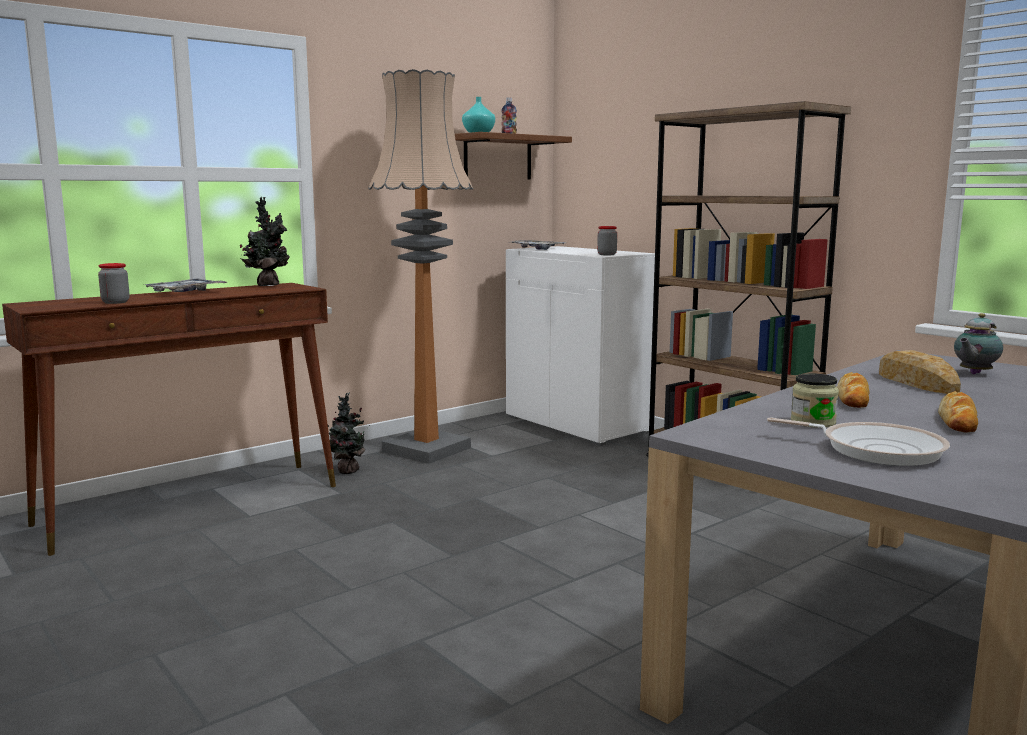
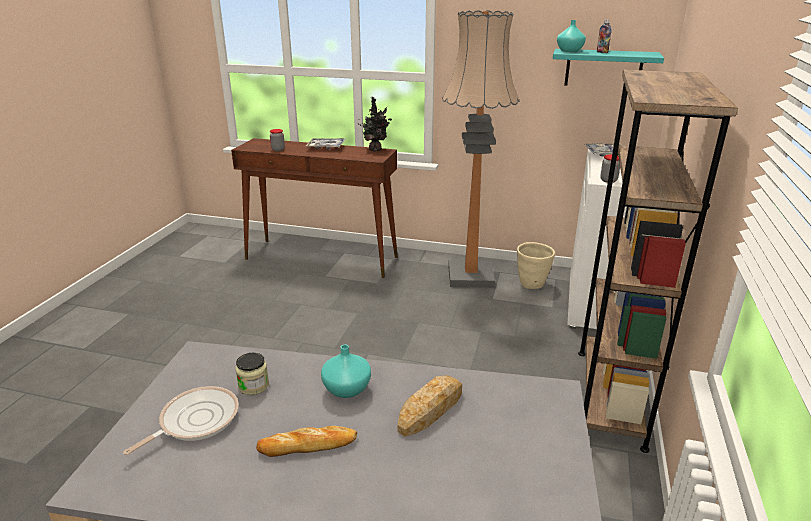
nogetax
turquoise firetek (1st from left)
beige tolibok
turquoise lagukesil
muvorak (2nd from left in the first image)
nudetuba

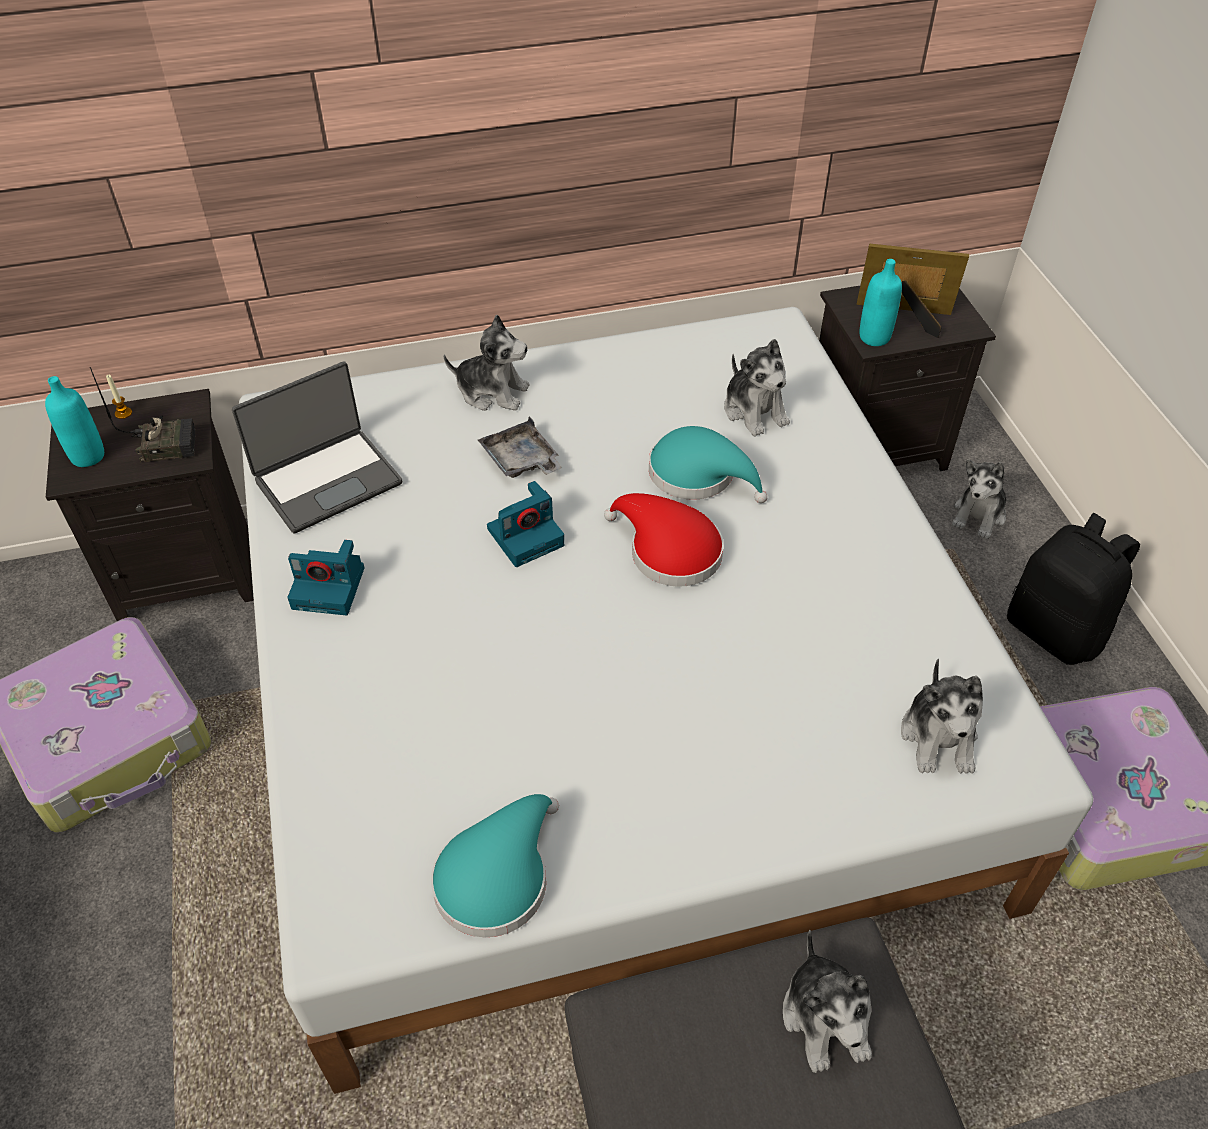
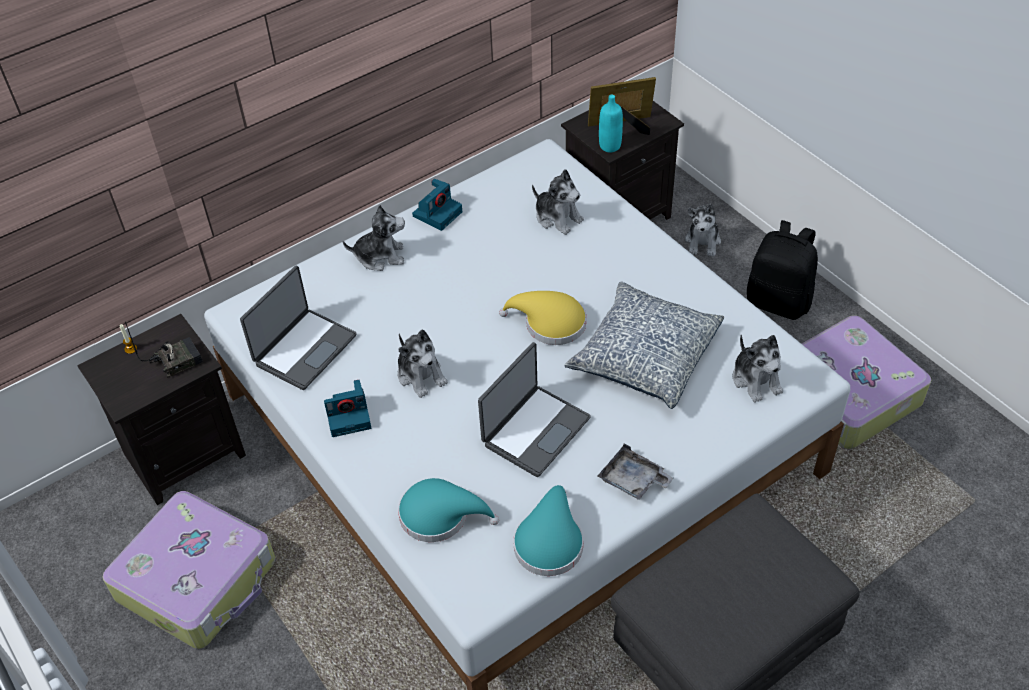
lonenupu (2nd from left)
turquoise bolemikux (1st from left)
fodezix (2nd from left)
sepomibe (2nd from left)
yellow bolemikux
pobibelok
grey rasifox
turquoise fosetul (1st from left in the first image)

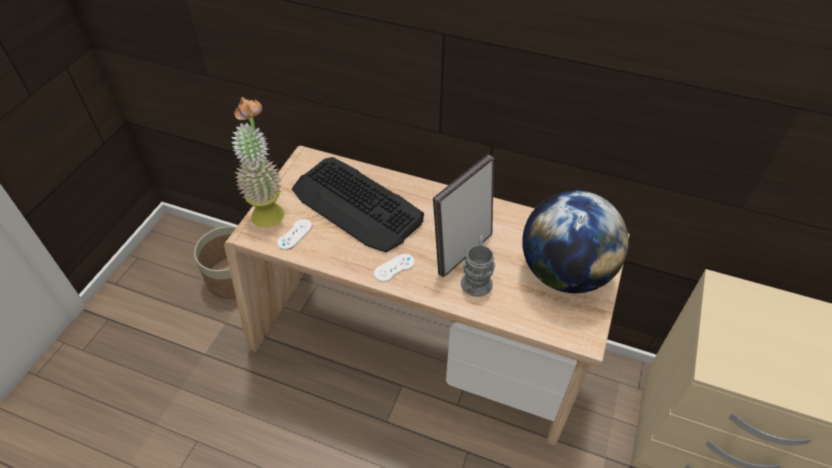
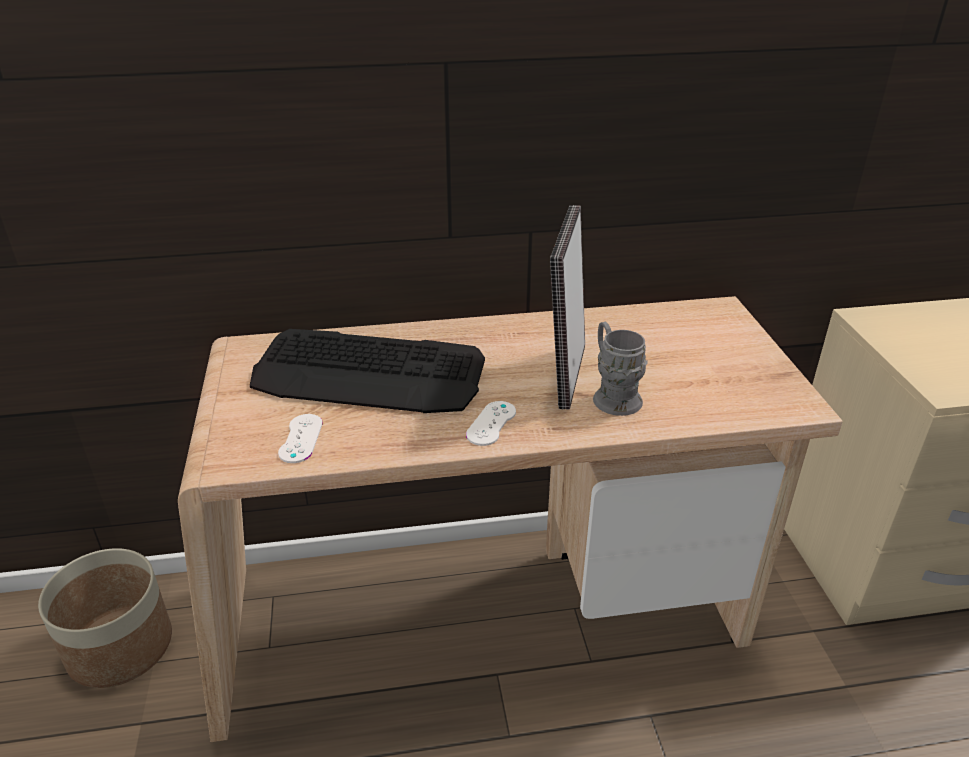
muvorak
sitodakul

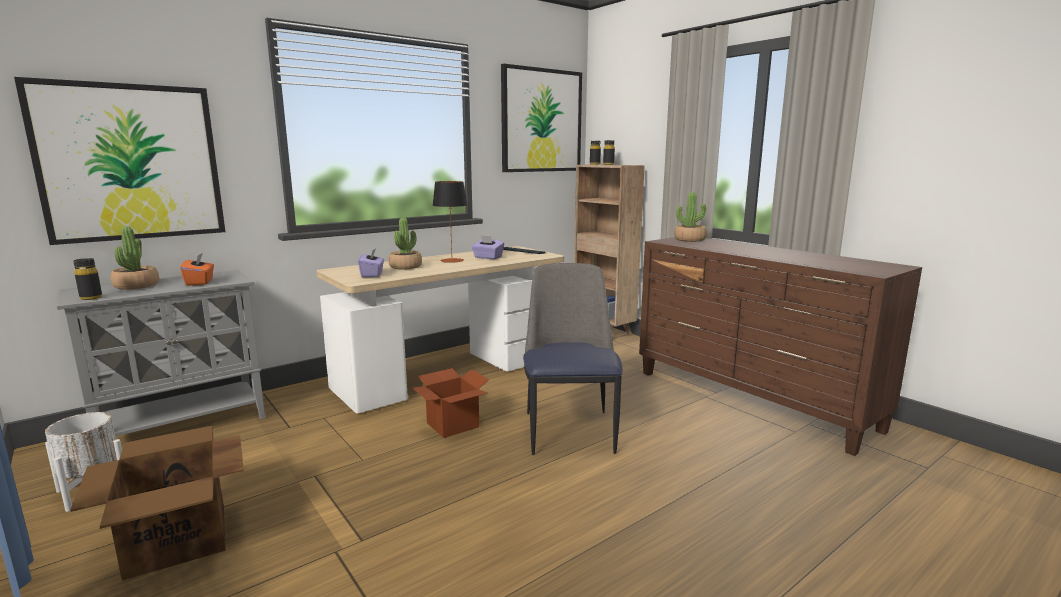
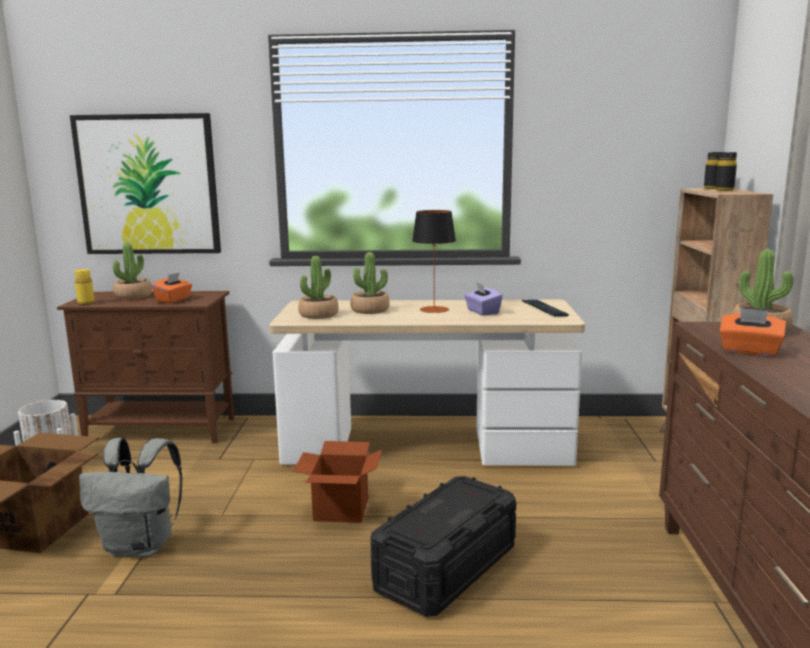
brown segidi
yellow fosetul
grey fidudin
muvorak (2nd from left)
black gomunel
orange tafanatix (2nd from left)
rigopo (2nd from left in the first image)

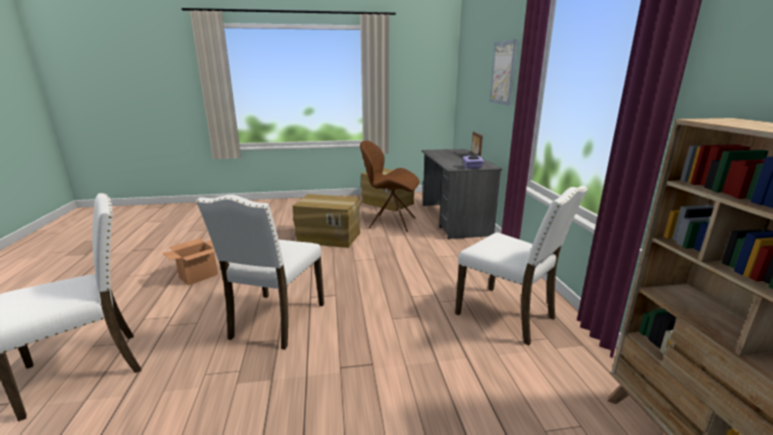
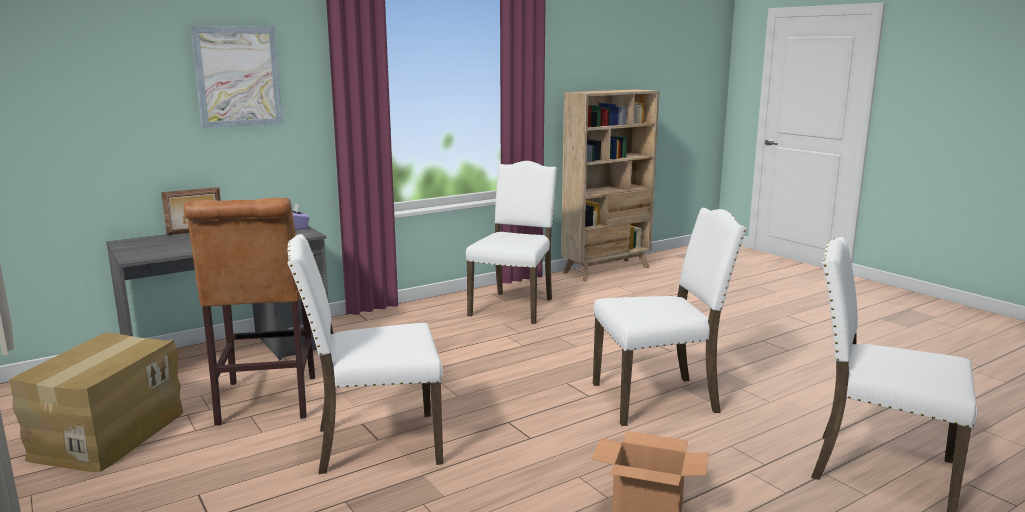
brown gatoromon
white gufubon (1st from left)

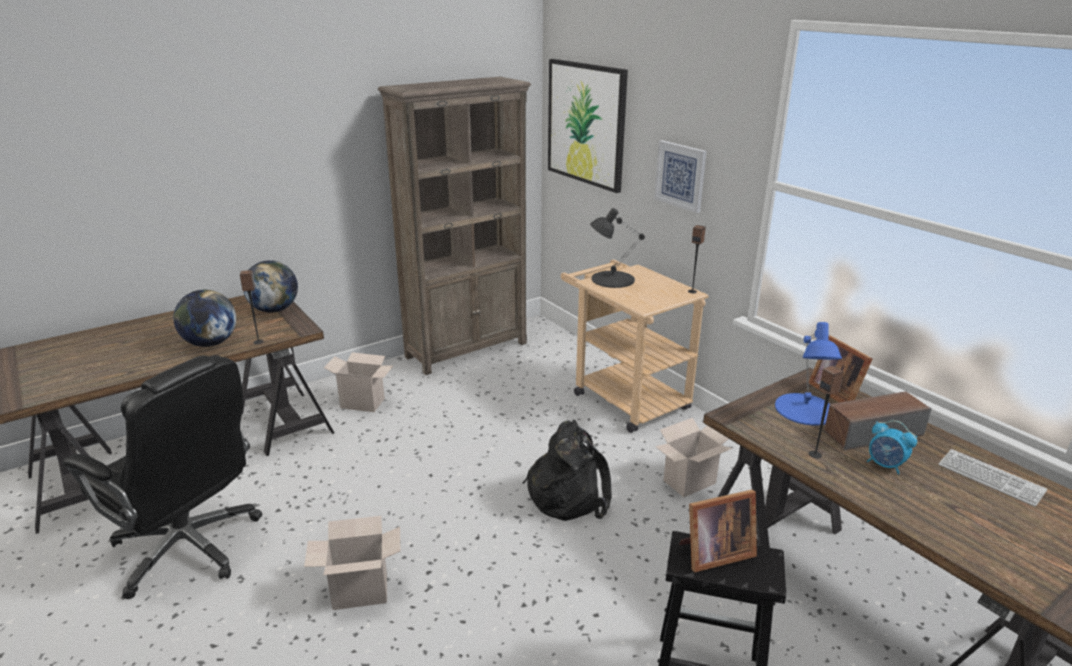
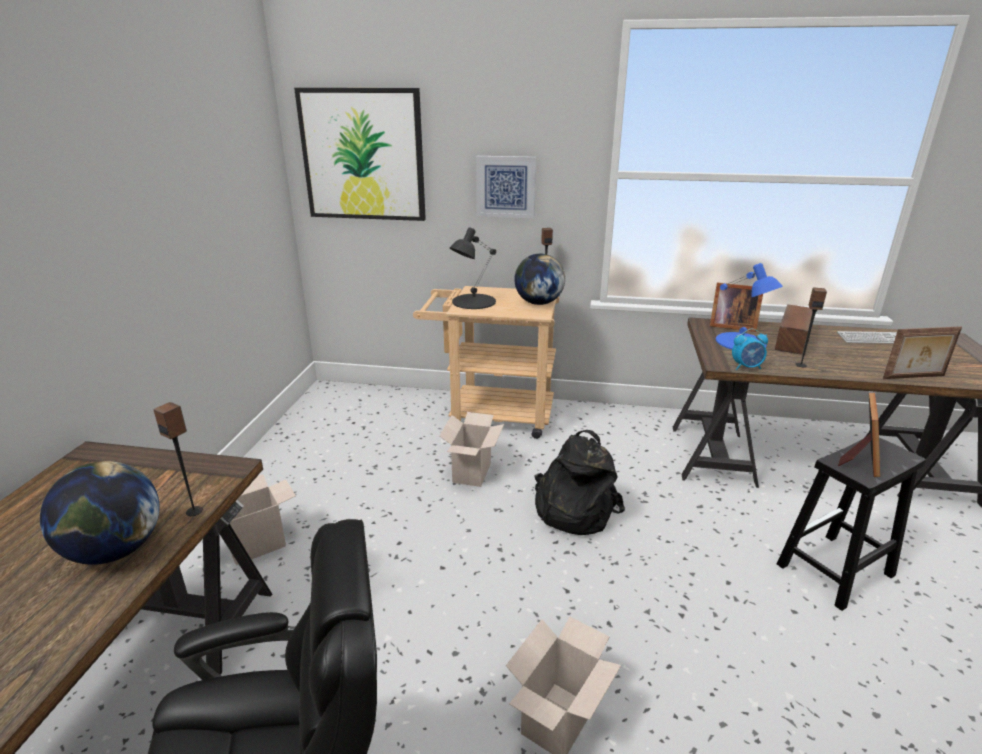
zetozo (2nd from left)
sitodakul (2nd from left)
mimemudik
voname (3rd from left)
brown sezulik

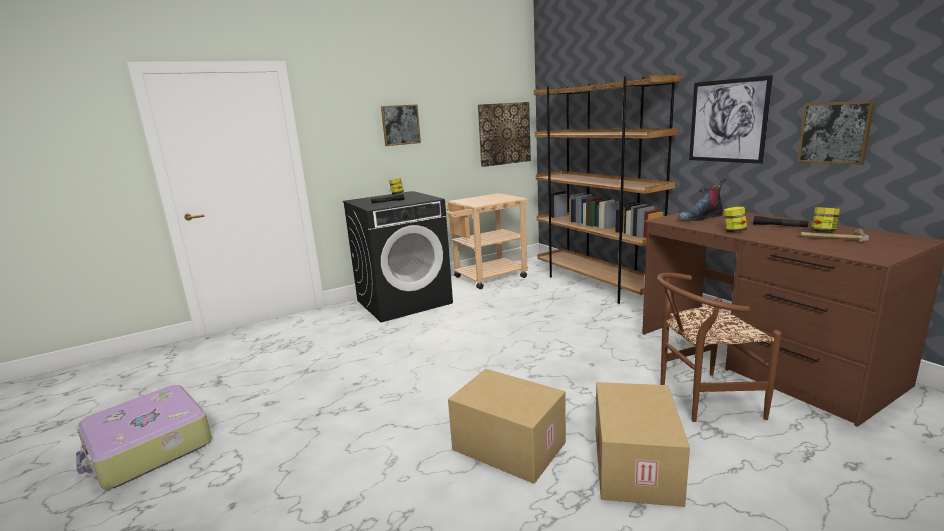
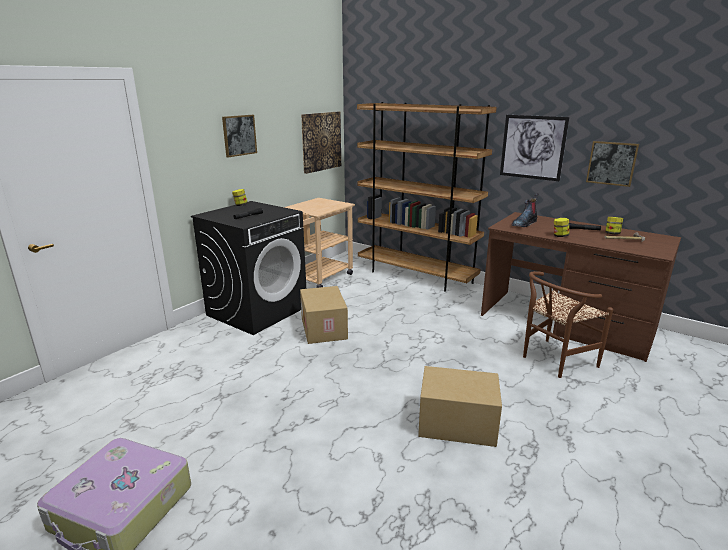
zetozo (1st from left)

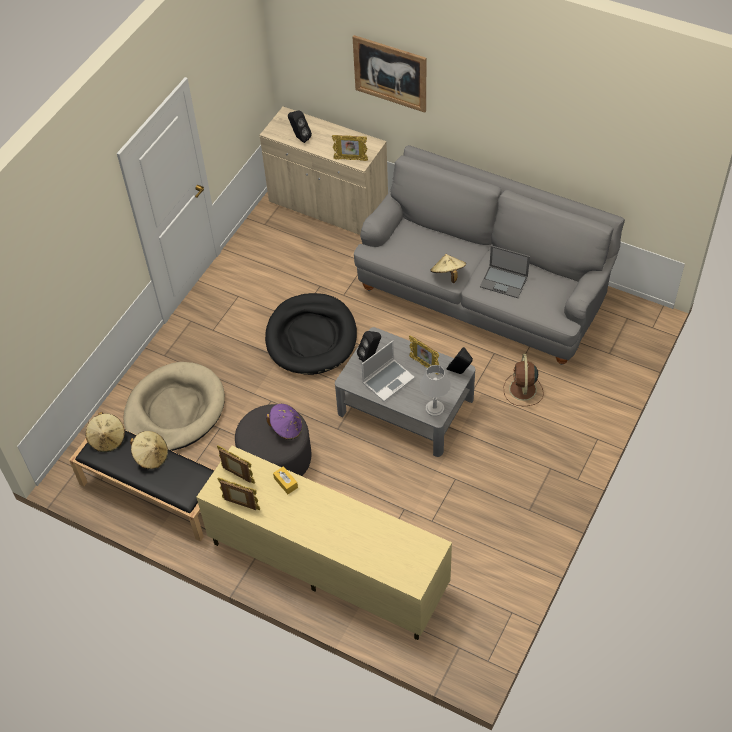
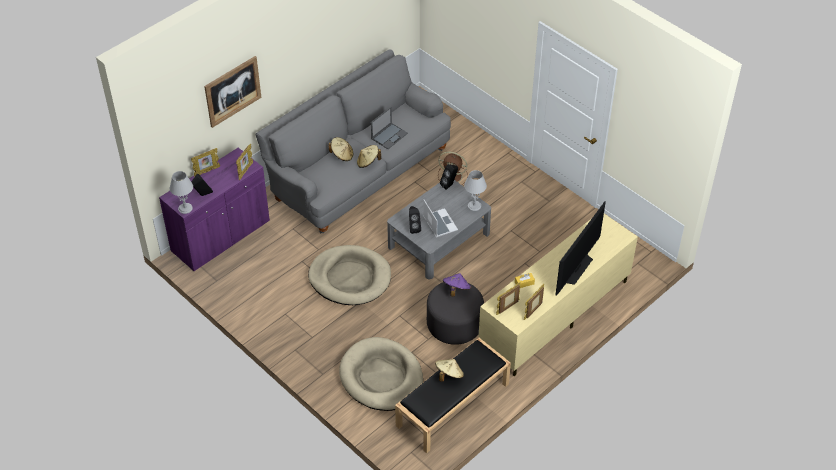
purple segidi
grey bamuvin (1st from left)
voname (1st from left)
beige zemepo (1st from left)
beige bolemikux (1st from left)
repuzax

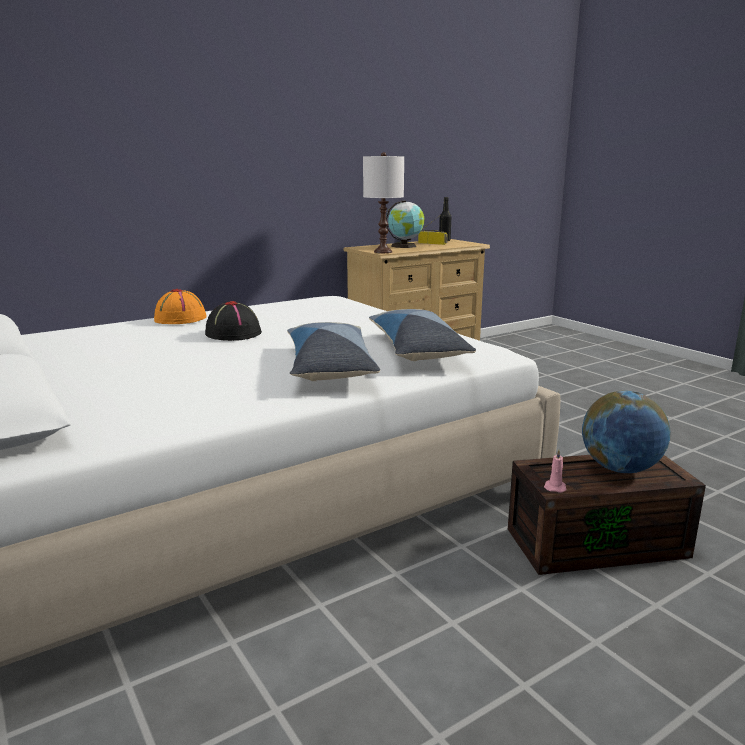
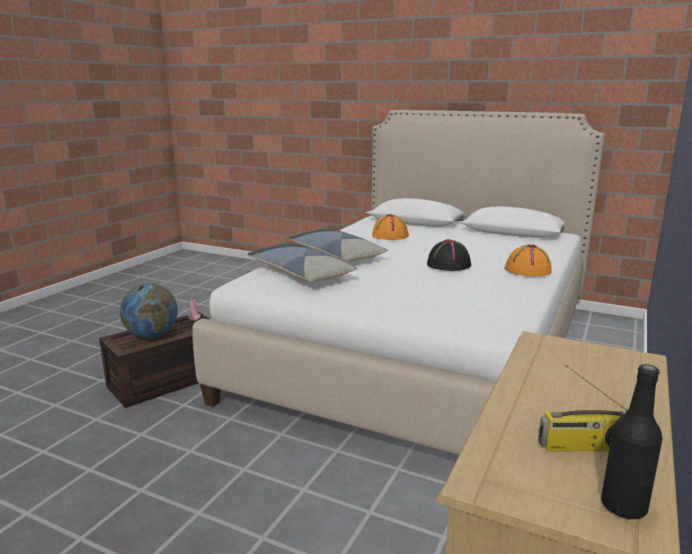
orange bolemikux (1st from left)
white bamuvin
sitodakul (1st from left in the first image)

